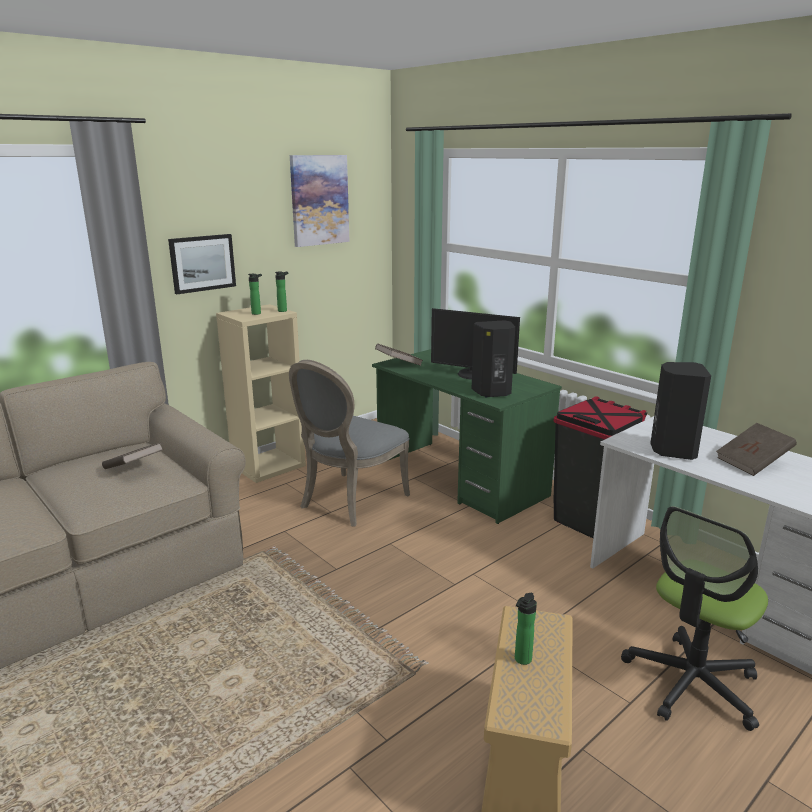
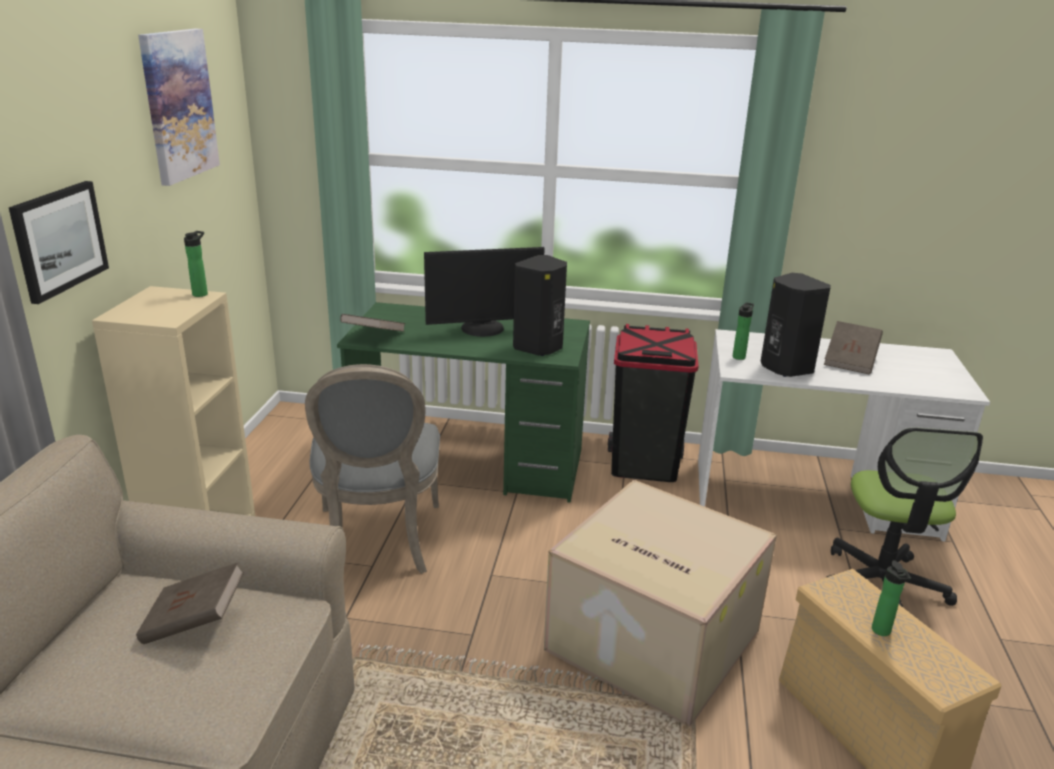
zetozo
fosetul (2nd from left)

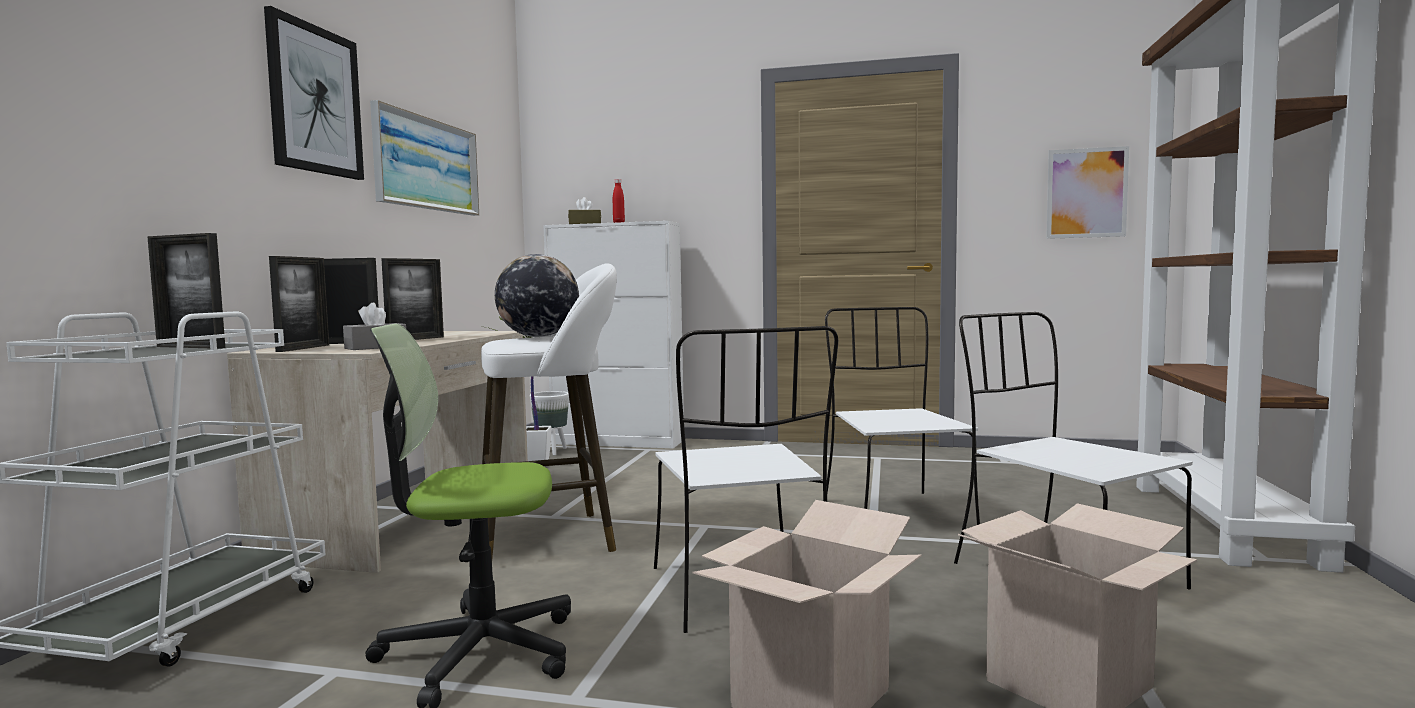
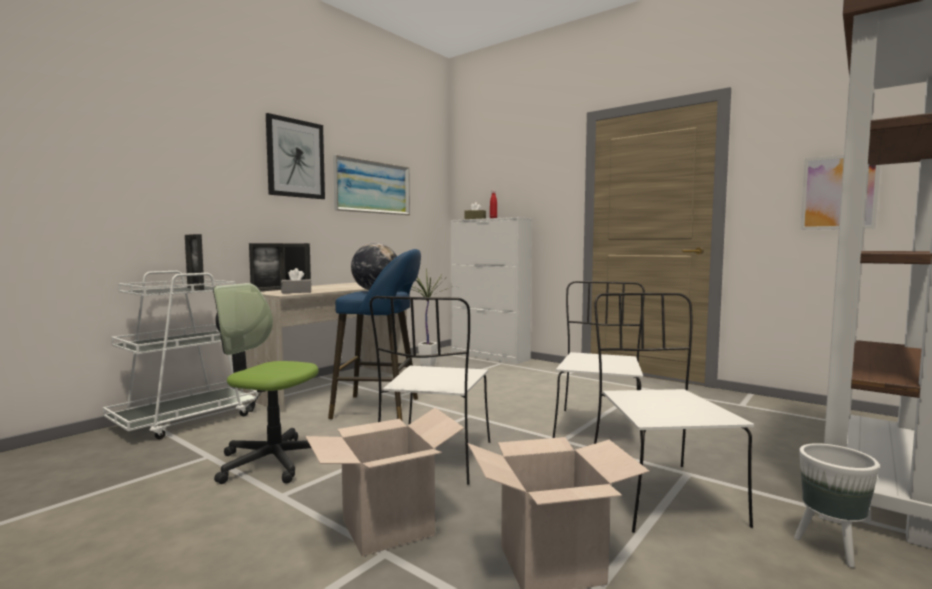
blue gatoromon
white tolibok
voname (4th from left in the first image)

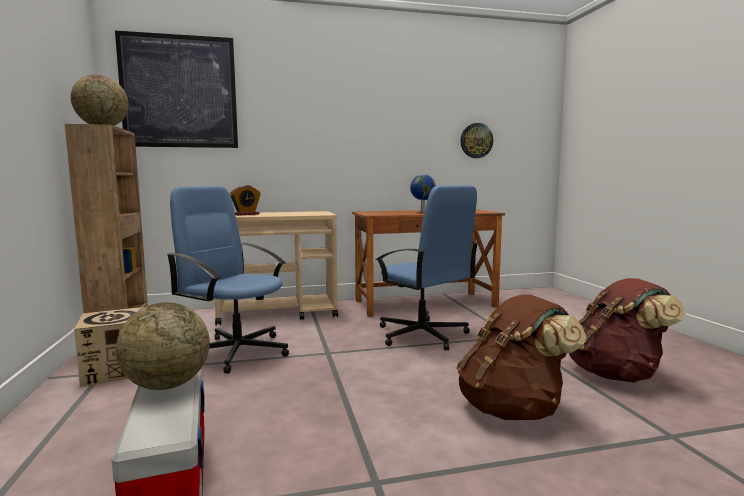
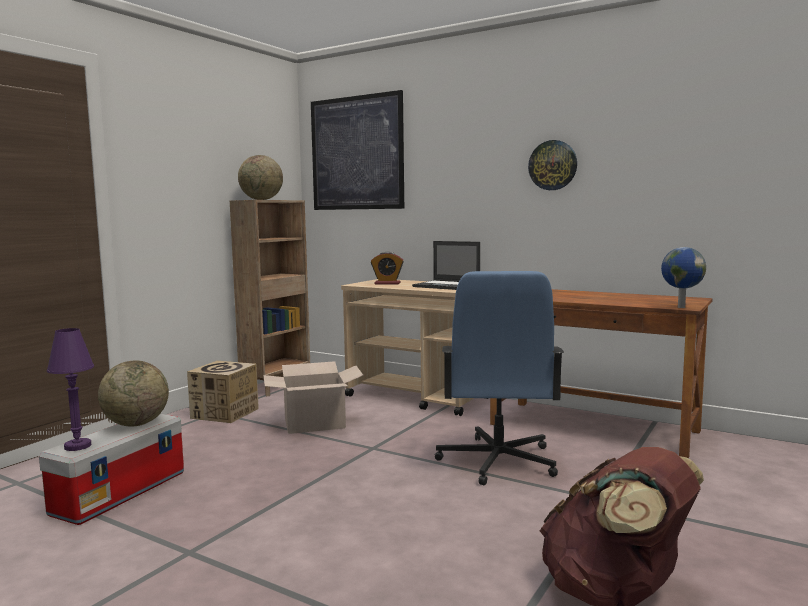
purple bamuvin
zetozo (2nd from left)
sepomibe
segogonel
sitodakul (3rd from left)
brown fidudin (1st from left in the first image)

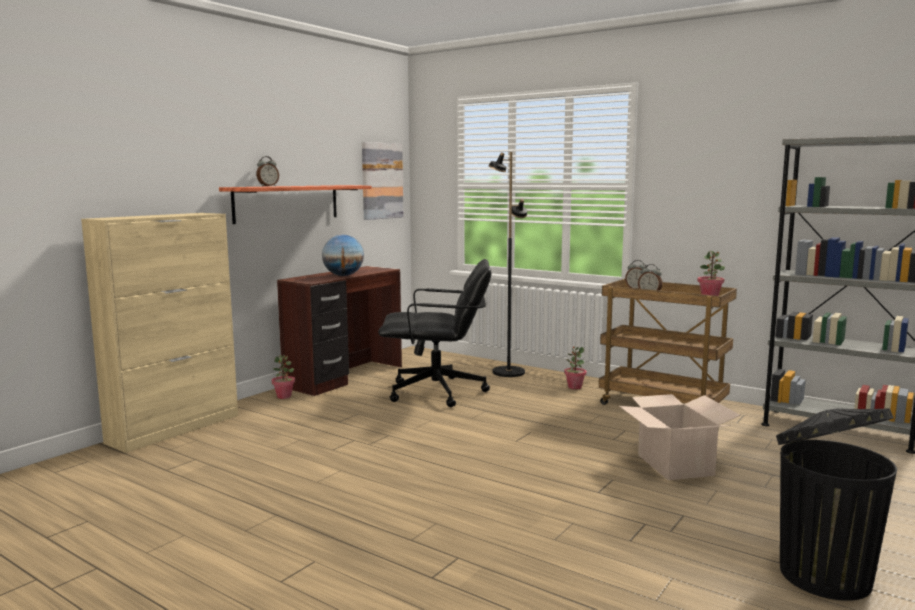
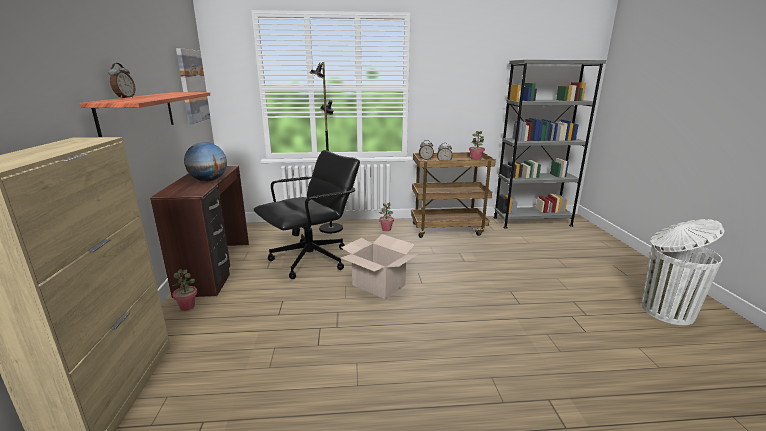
zetozo
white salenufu

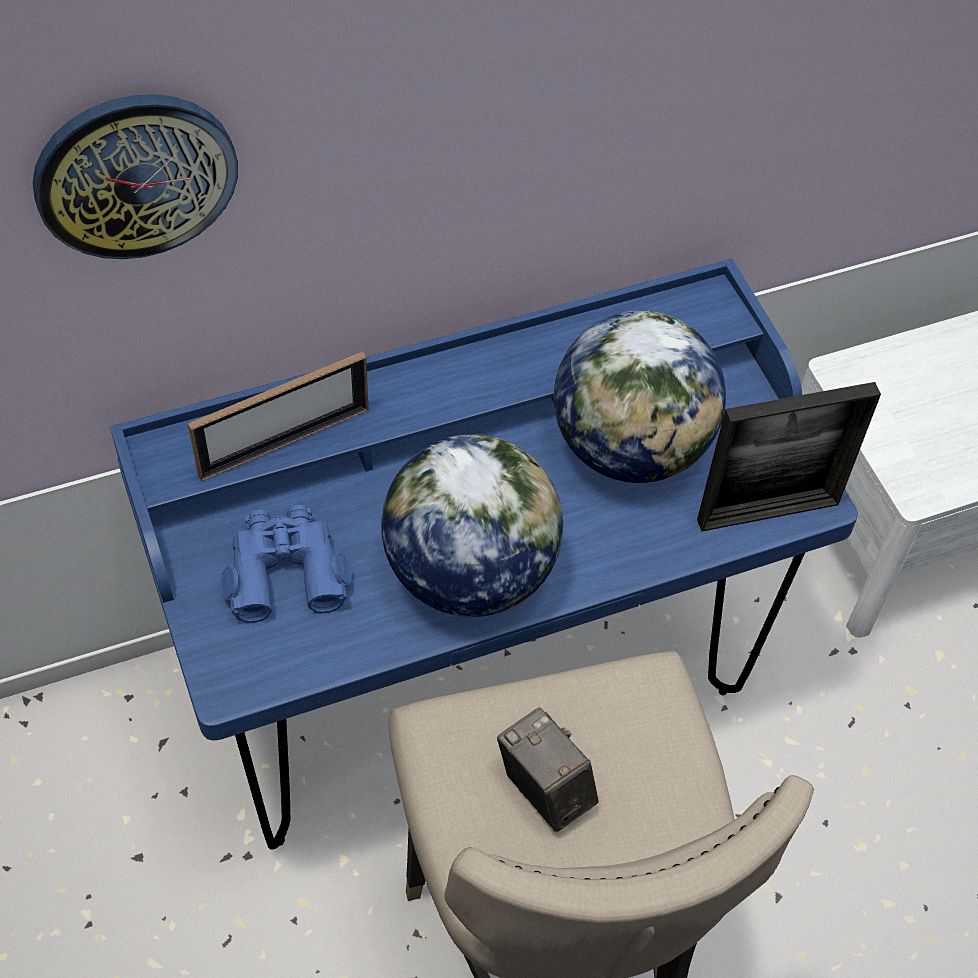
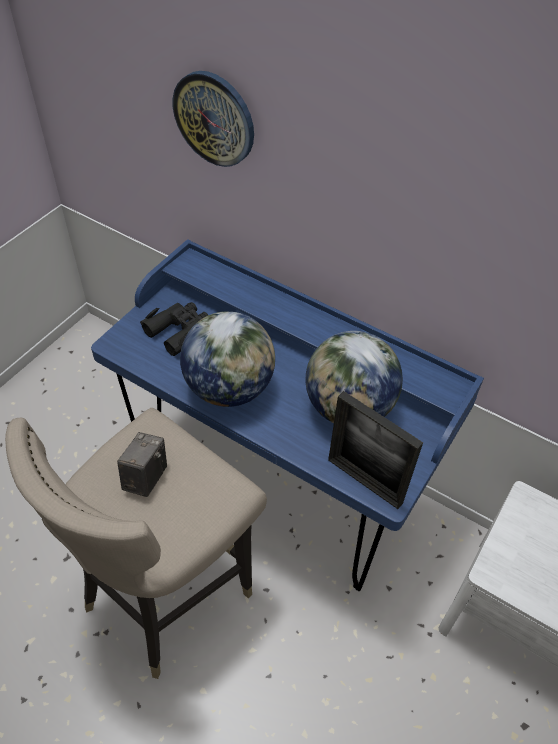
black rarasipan
voname (1st from left in the first image)

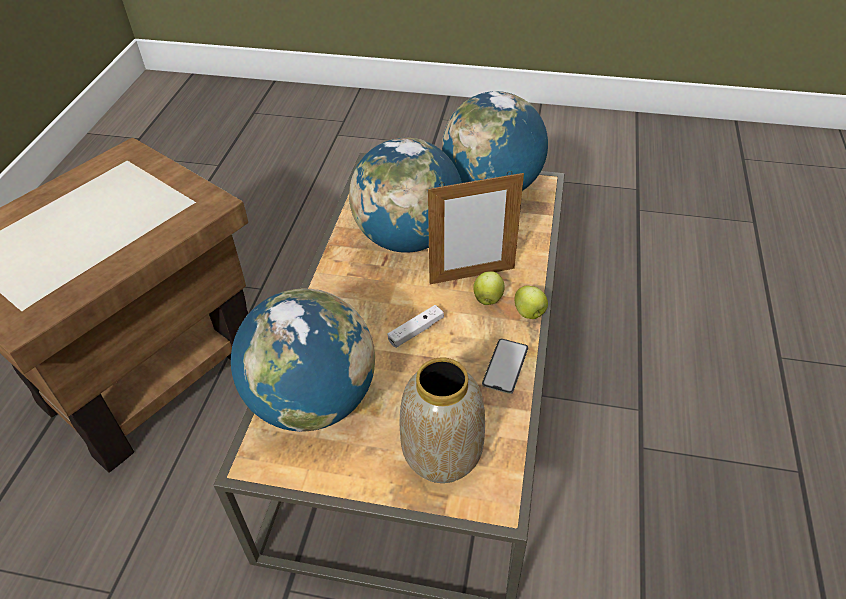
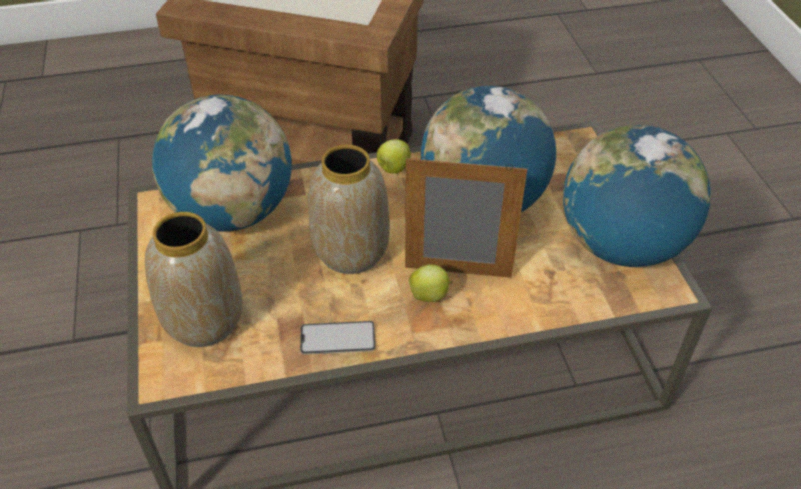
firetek (2nd from left)
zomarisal (1st from left)
voname

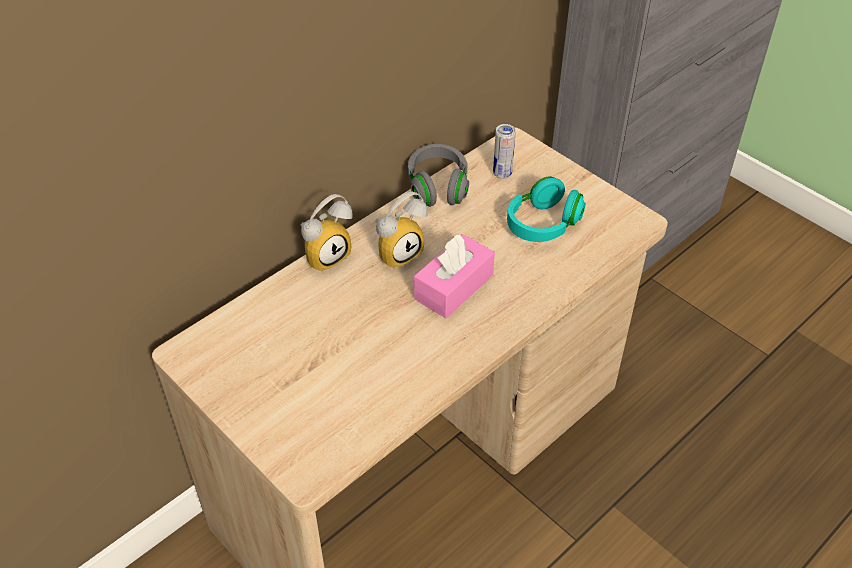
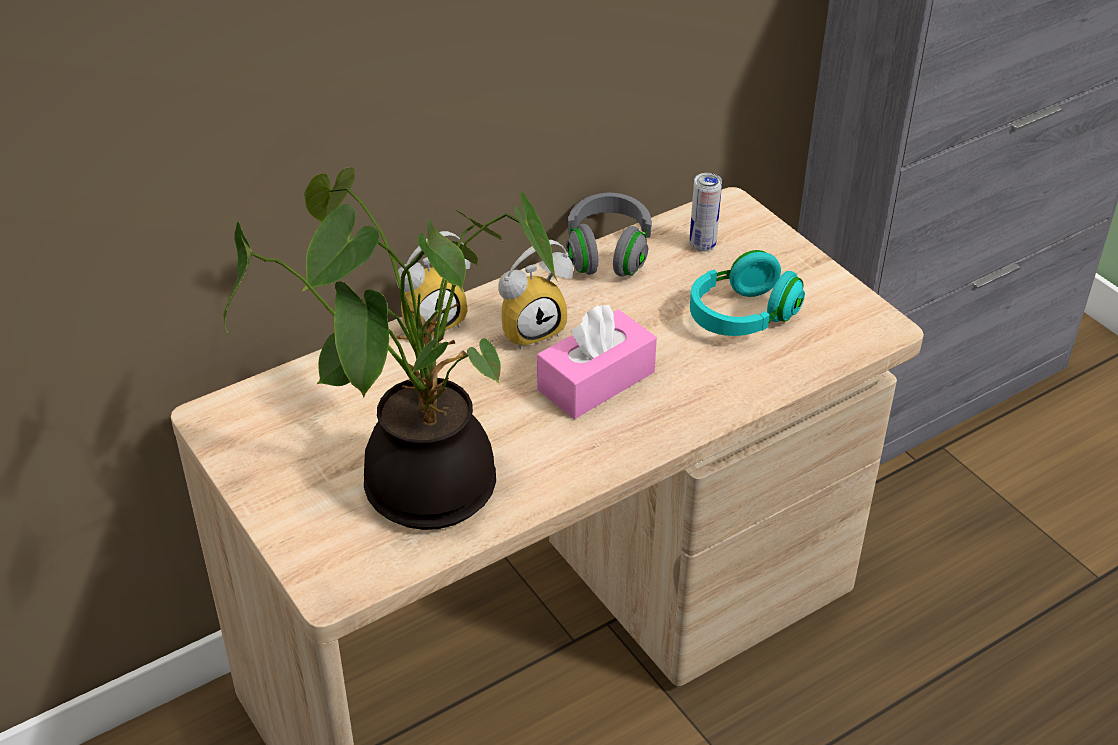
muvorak

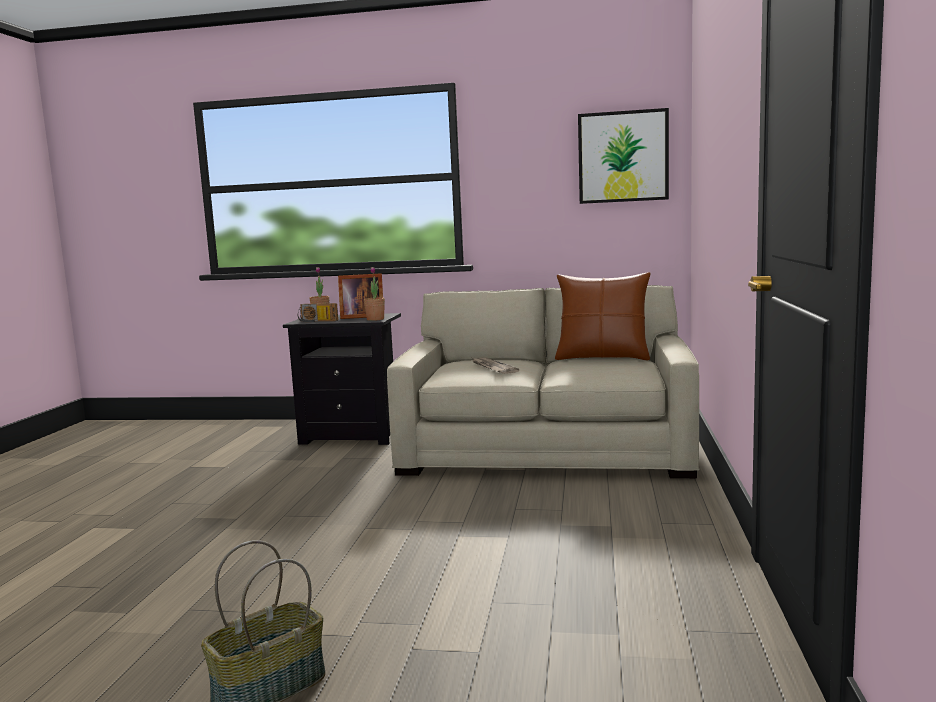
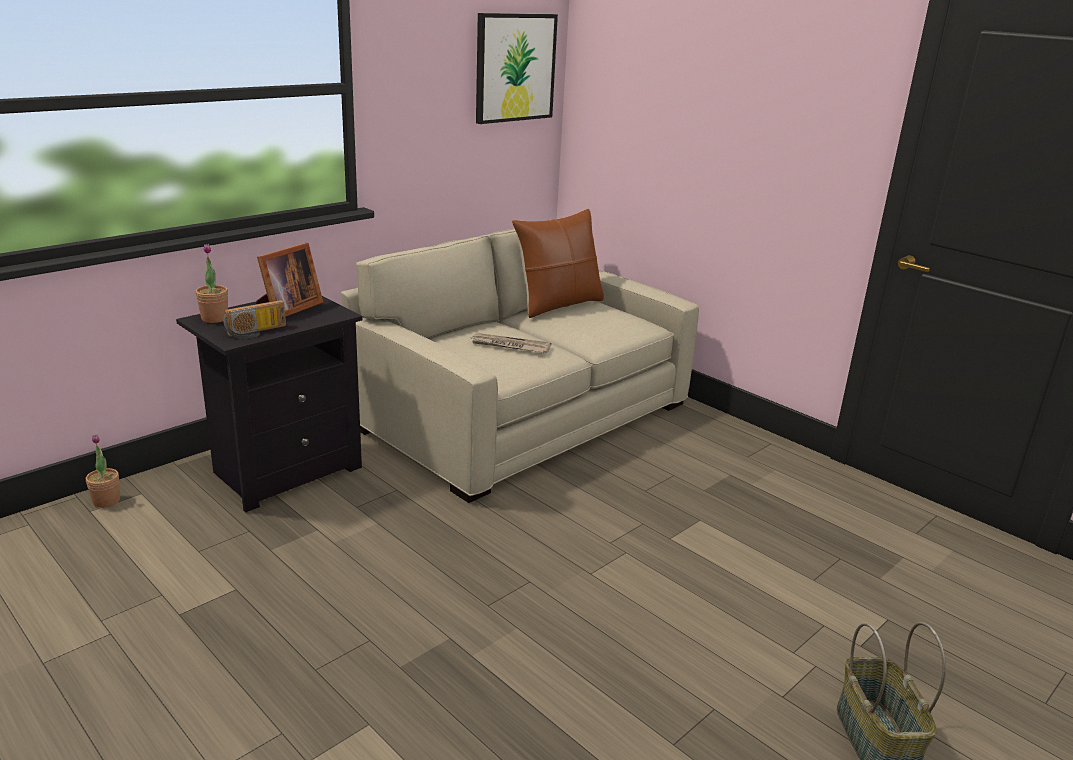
muvorak (1st from left)

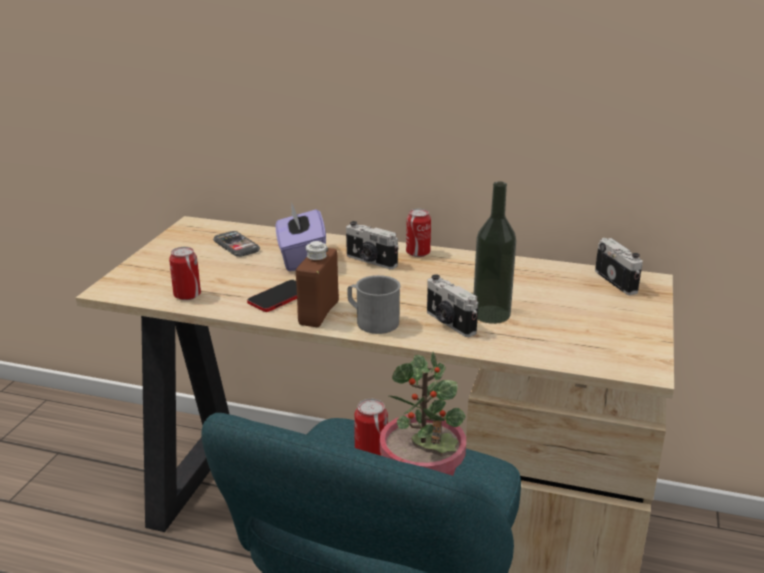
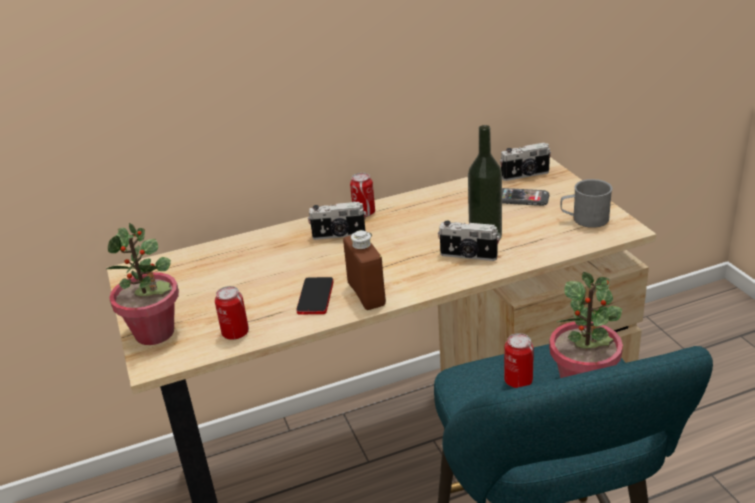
muvorak (1st from left)
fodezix (3rd from left)
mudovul (2nd from left)
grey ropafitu
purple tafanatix

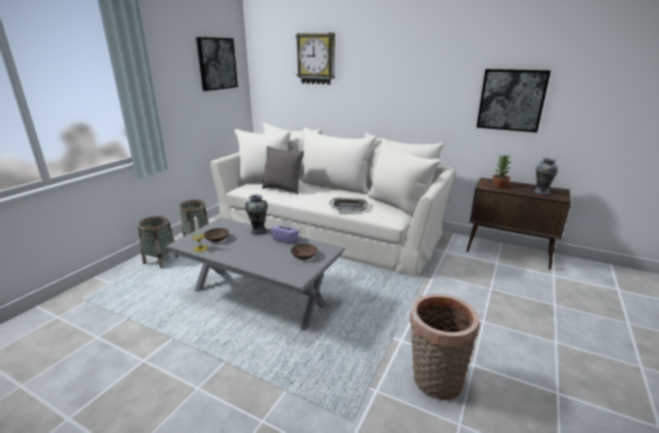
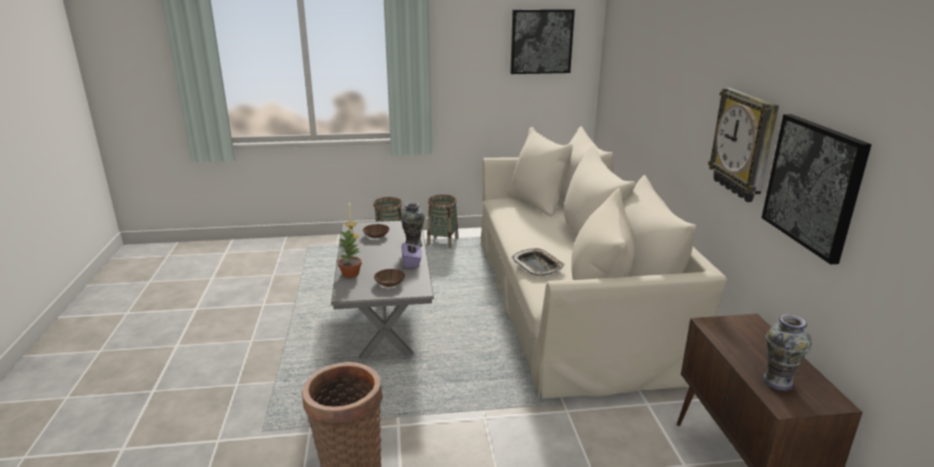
muvorak
segogonel
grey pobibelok

